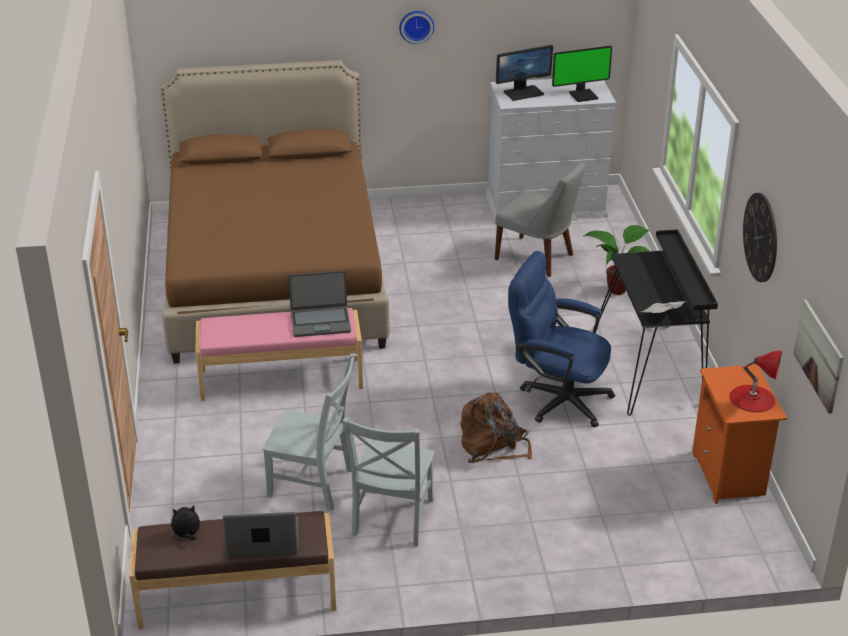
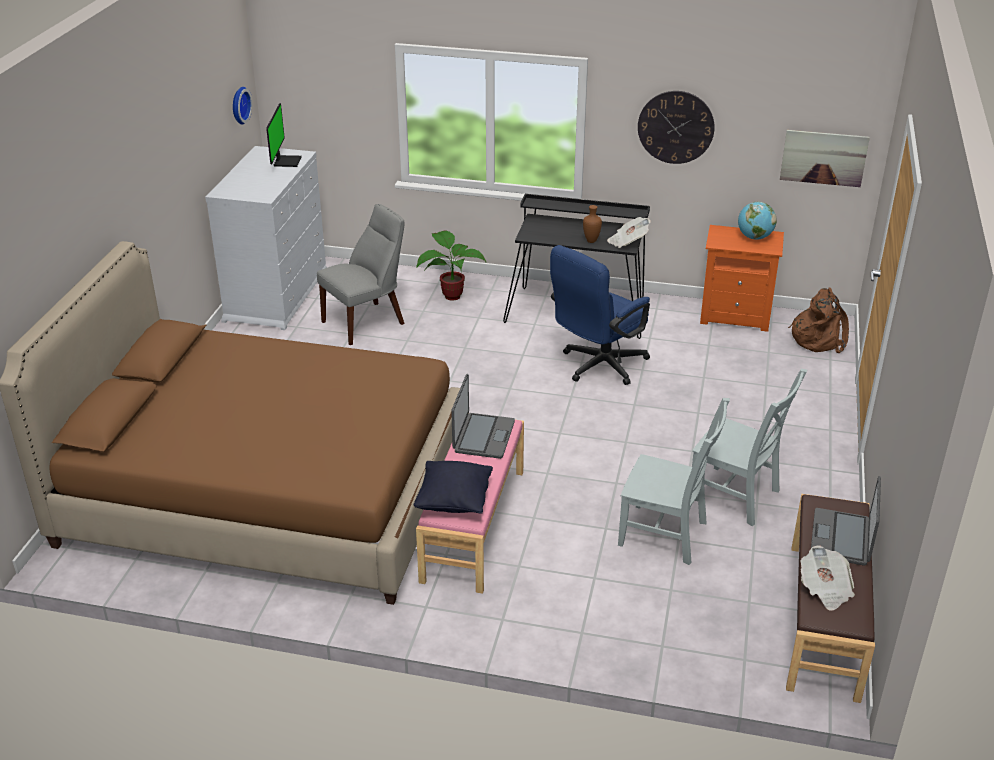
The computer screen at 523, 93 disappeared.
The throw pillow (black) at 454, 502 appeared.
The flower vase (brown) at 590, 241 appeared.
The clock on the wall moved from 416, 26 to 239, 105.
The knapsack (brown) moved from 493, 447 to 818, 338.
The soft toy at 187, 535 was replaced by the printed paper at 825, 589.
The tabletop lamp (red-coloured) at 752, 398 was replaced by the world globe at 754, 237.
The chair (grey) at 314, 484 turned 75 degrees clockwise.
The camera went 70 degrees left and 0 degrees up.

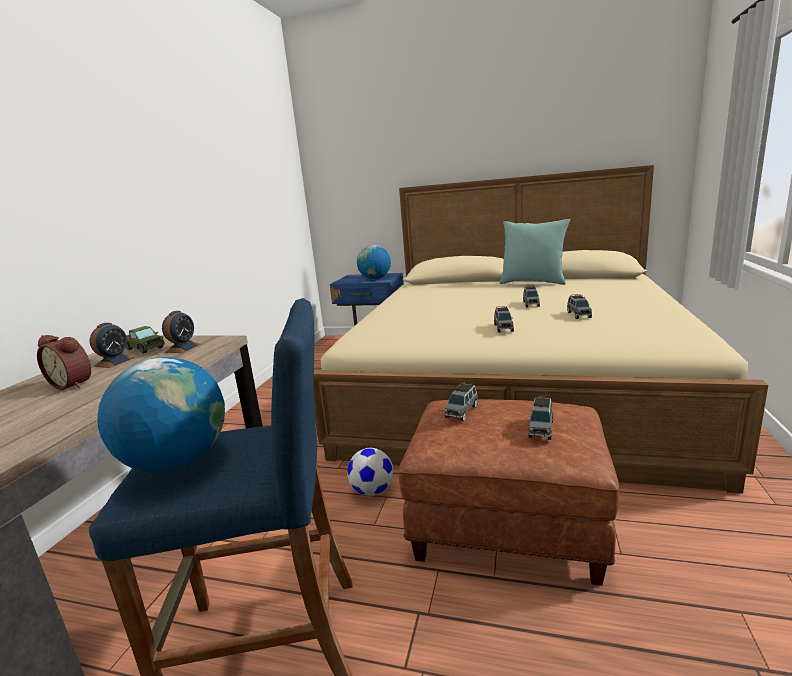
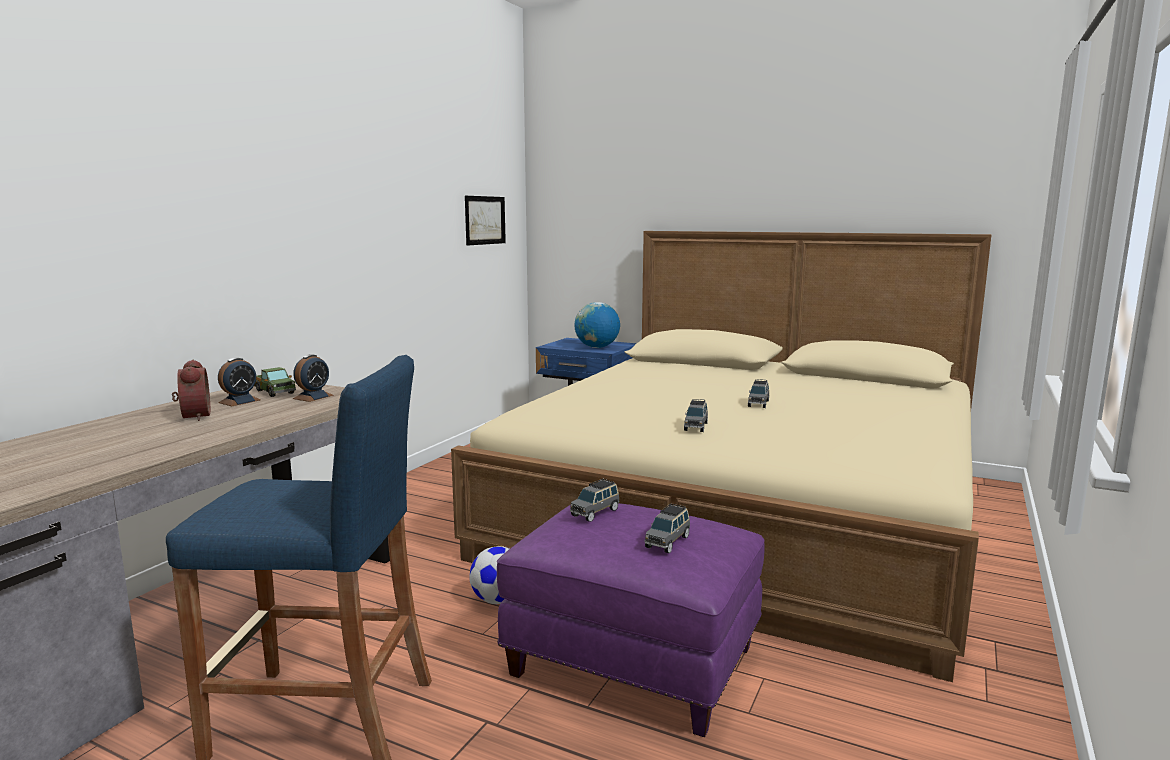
The world globe at 177, 462 disappeared.
The throw pillow (turquoise) at 533, 282 disappeared.
The model car (grey) at 578, 315 disappeared.
The wall picture at 485, 220 appeared.
The footrest (brown) at 508, 524 became the footrest (purple) at 635, 660.
The alarm clock at 74, 384 turned 150 degrees counterclockwise.
The camera went 10 degrees right and 5 degrees down.

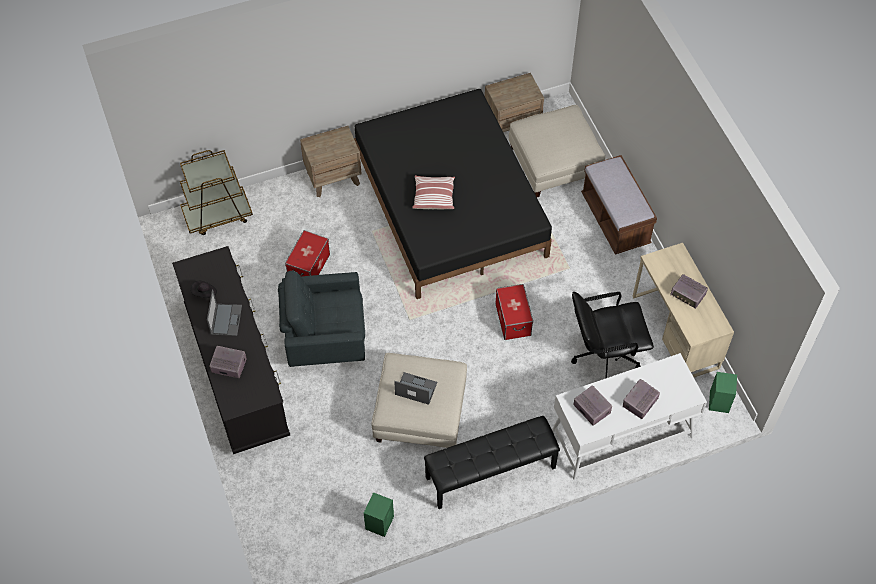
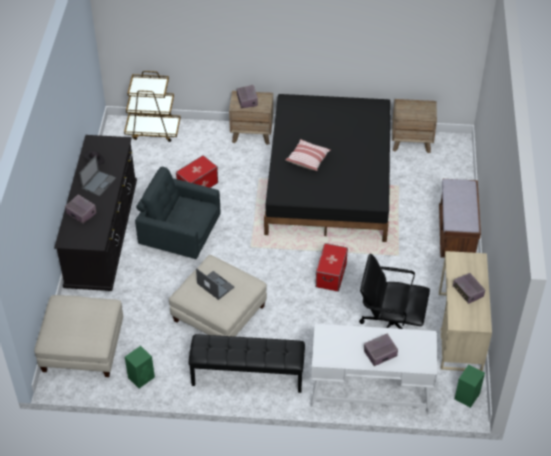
The footrest (sand-coloured) moved from 554, 162 to 83, 347.
The radio receiver moved from 591, 408 to 247, 100.
The camera went 25 degrees right and 10 degrees down.

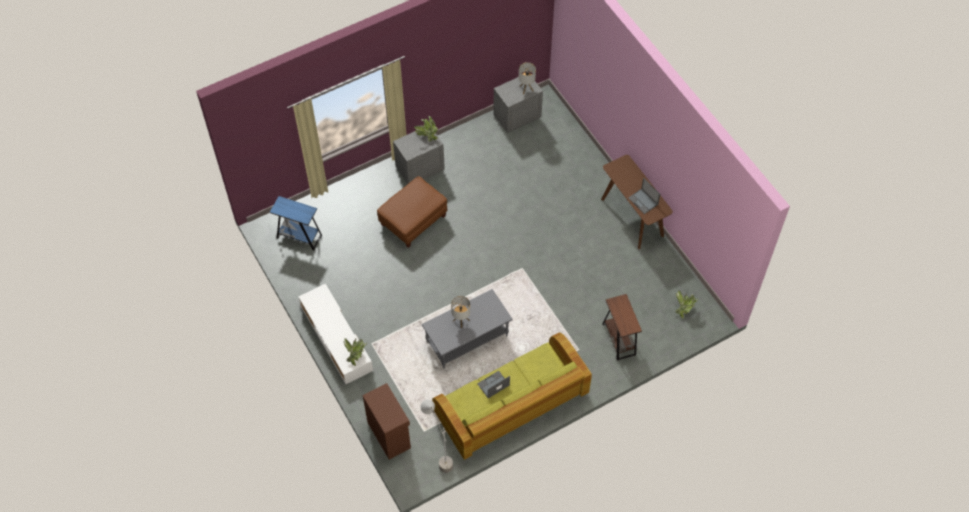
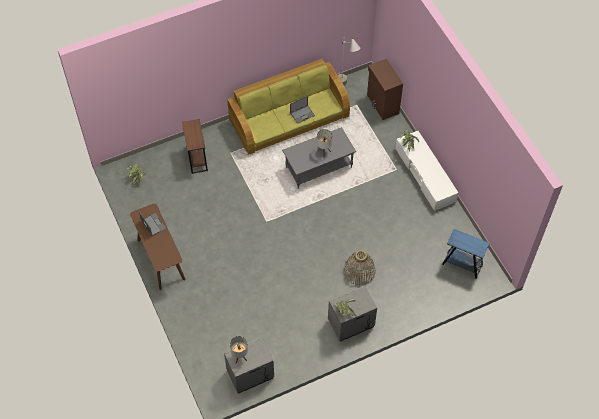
The footrest (brown) at 413, 221 was replaced by the basket at 359, 271.
The camera went 175 degrees left and 0 degrees up.

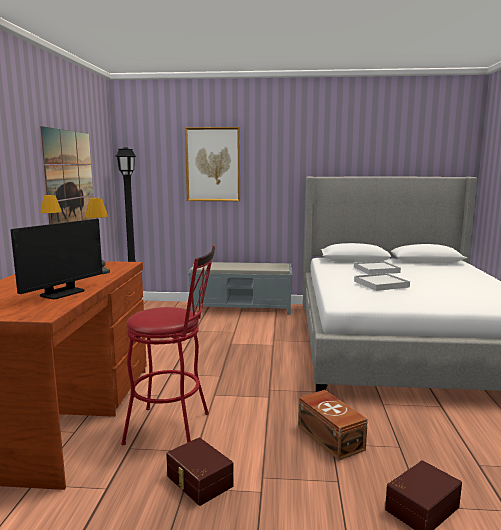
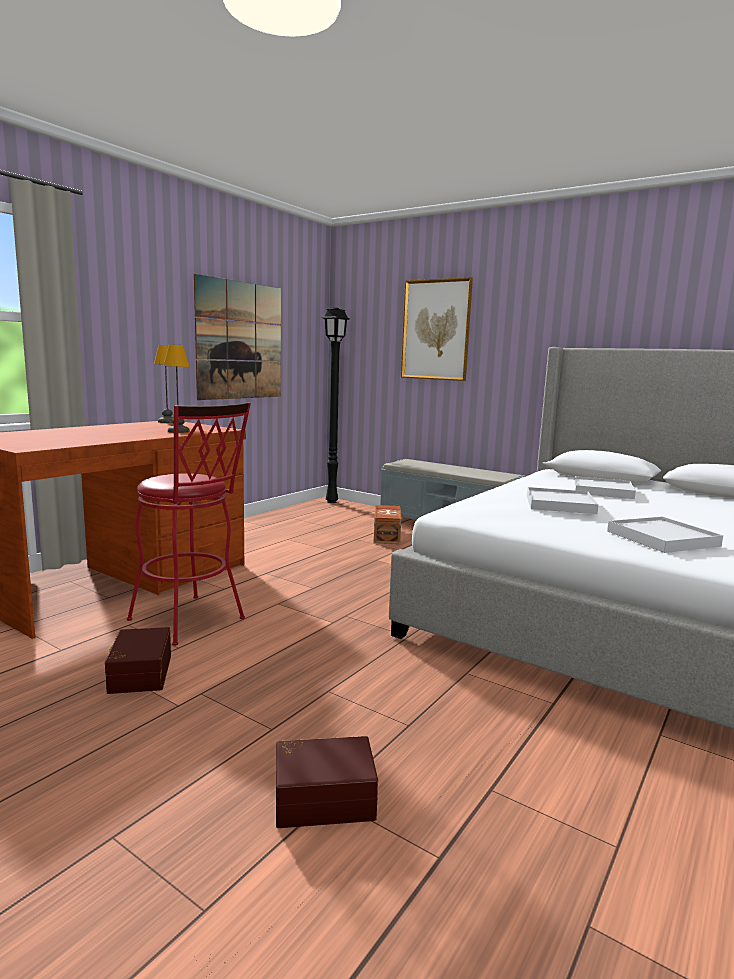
The computer screen at 62, 293 disappeared.
The serving tray (whitish) at 662, 538 appeared.
The storage container (brown) moved from 330, 436 to 387, 536.
The camera went 30 degrees right and 0 degrees up.

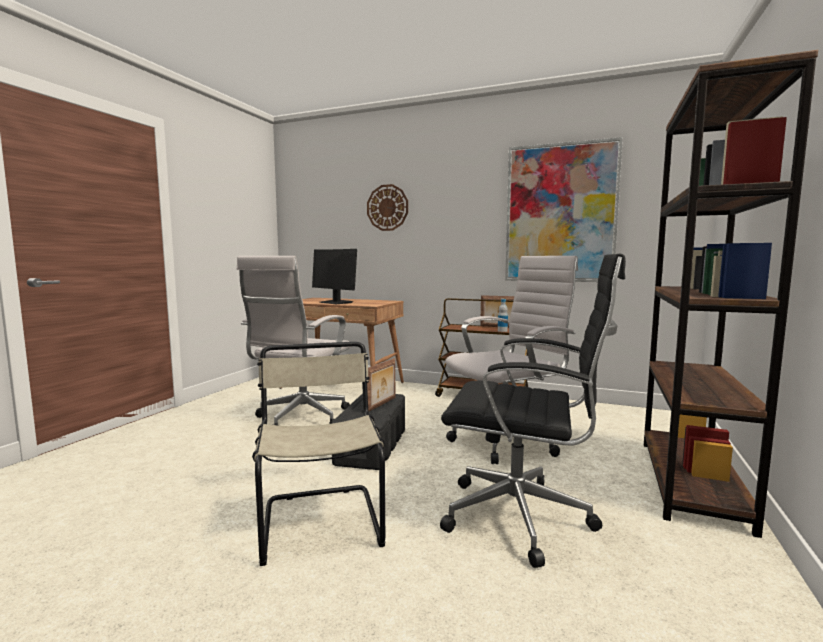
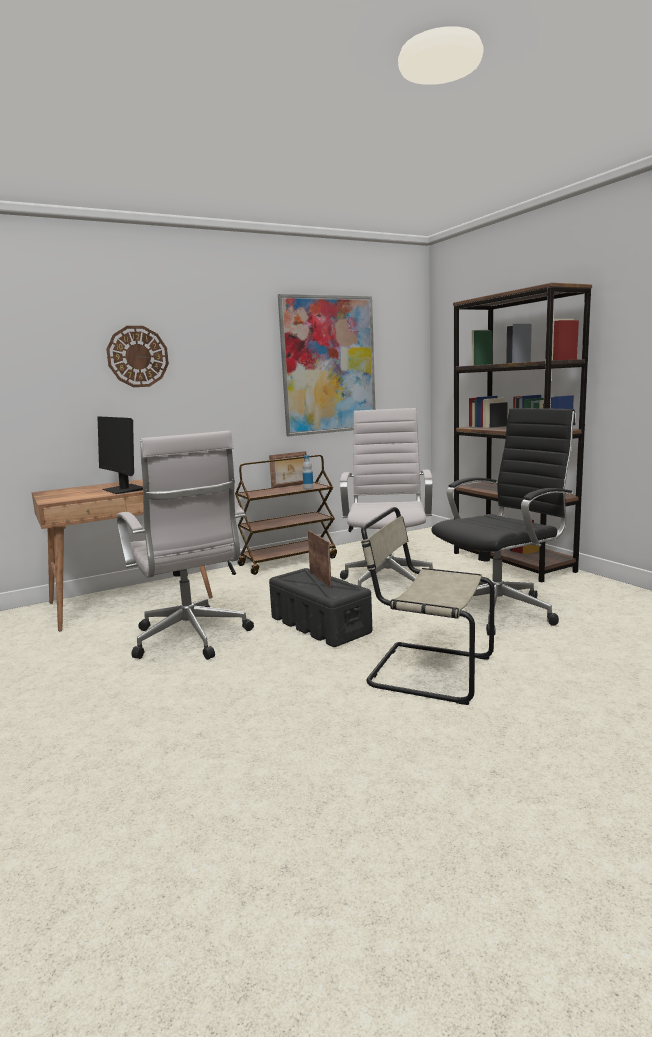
The computer screen at 336, 302 turned 60 degrees clockwise.
The camera went 50 degrees left and 5 degrees up.

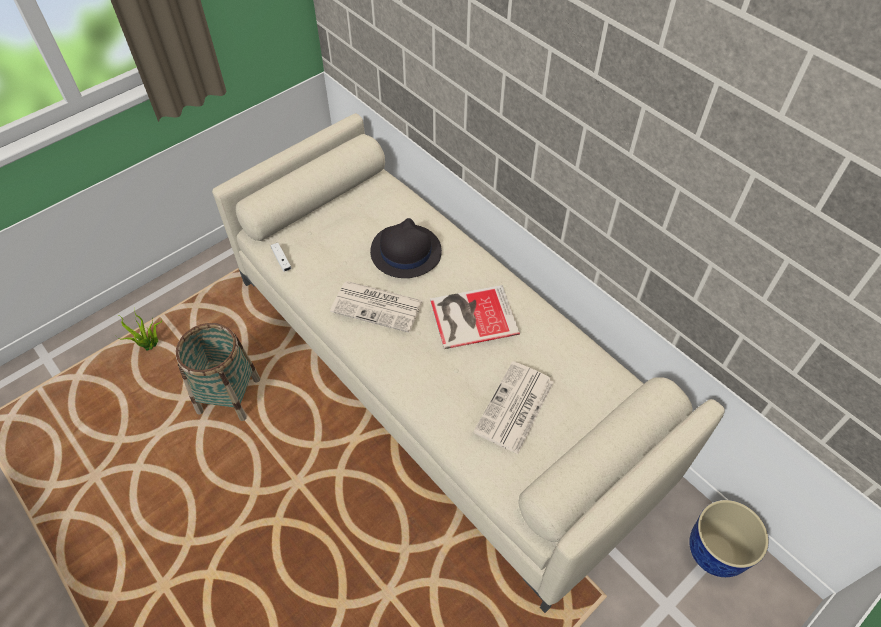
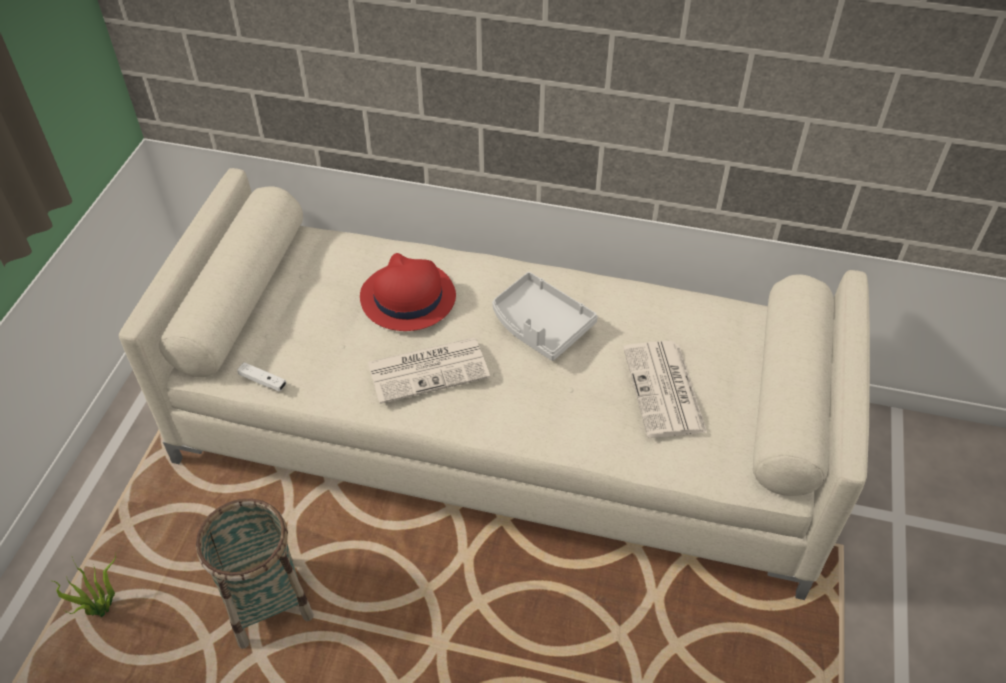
The planter at 715, 552 disappeared.
The bound book at 471, 316 was replaced by the serving tray (grey) at 540, 325.
The wearable hat (black) at 405, 252 became the wearable hat (red-coloured) at 407, 297.
The camera went 35 degrees left and 5 degrees down.

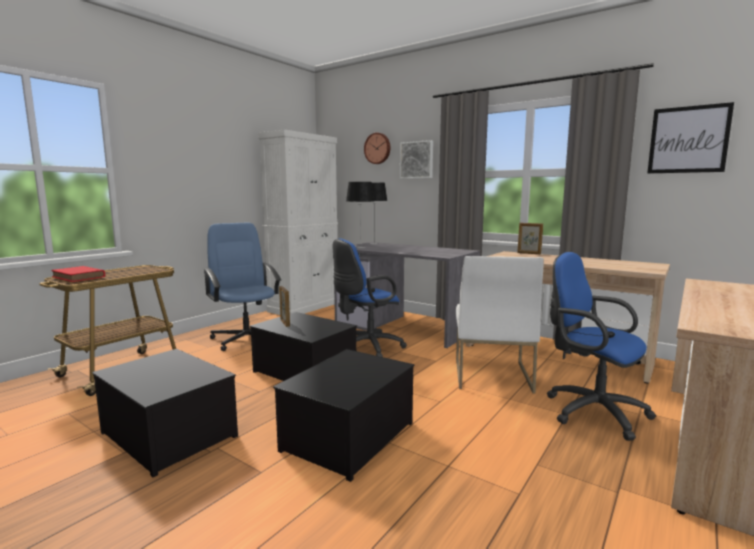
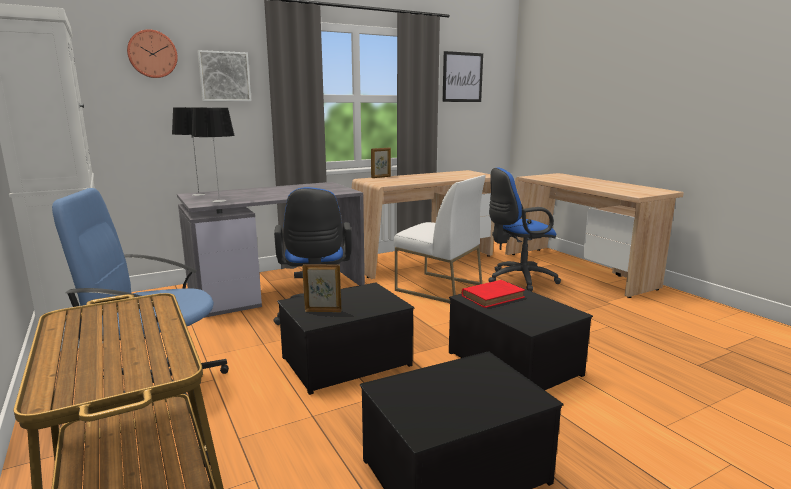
The bound book (red-coloured) moved from 79, 277 to 494, 296.
The camera went 65 degrees left and 5 degrees up.

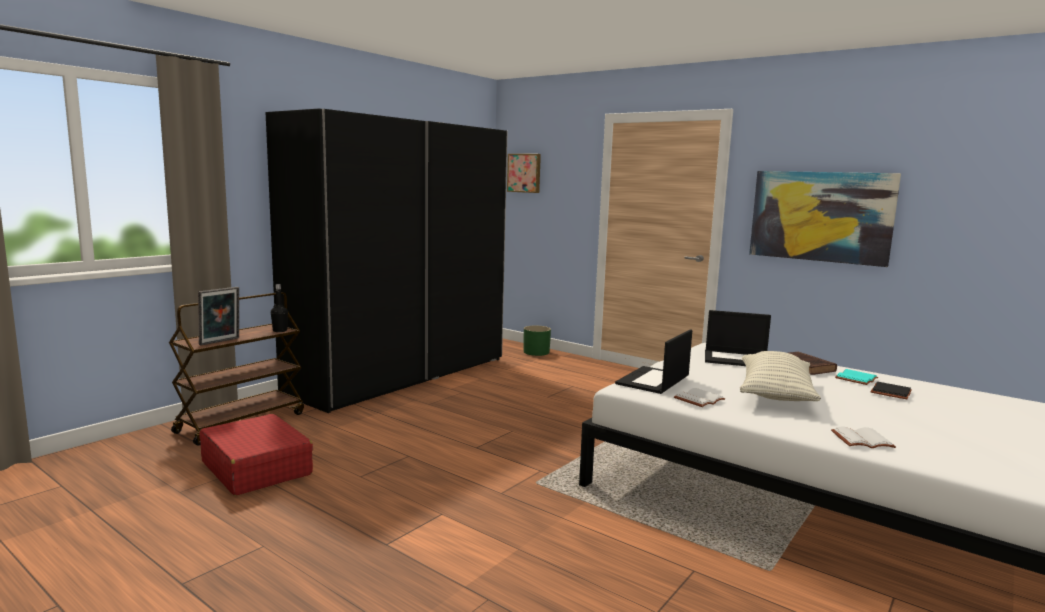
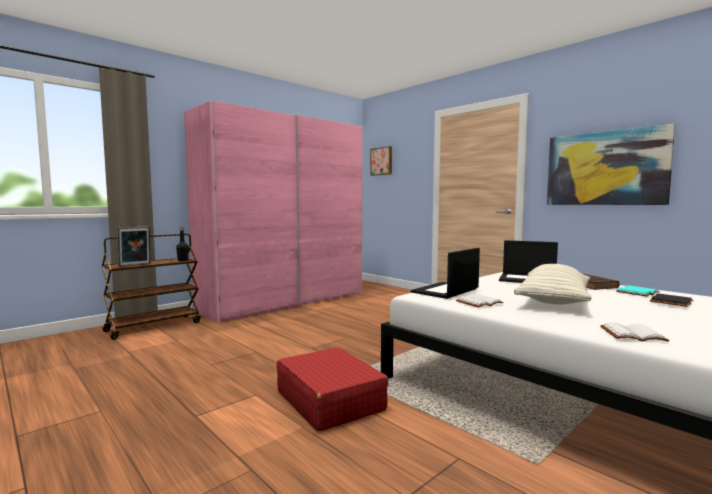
The planter (greenish) at 536, 352 disappeared.
The piece of luggage (red-coloured) moved from 256, 468 to 329, 400.
The clothes cupboard (black) at 400, 375 became the clothes cupboard (pink) at 284, 301.
The camera went 10 degrees right and 5 degrees down.

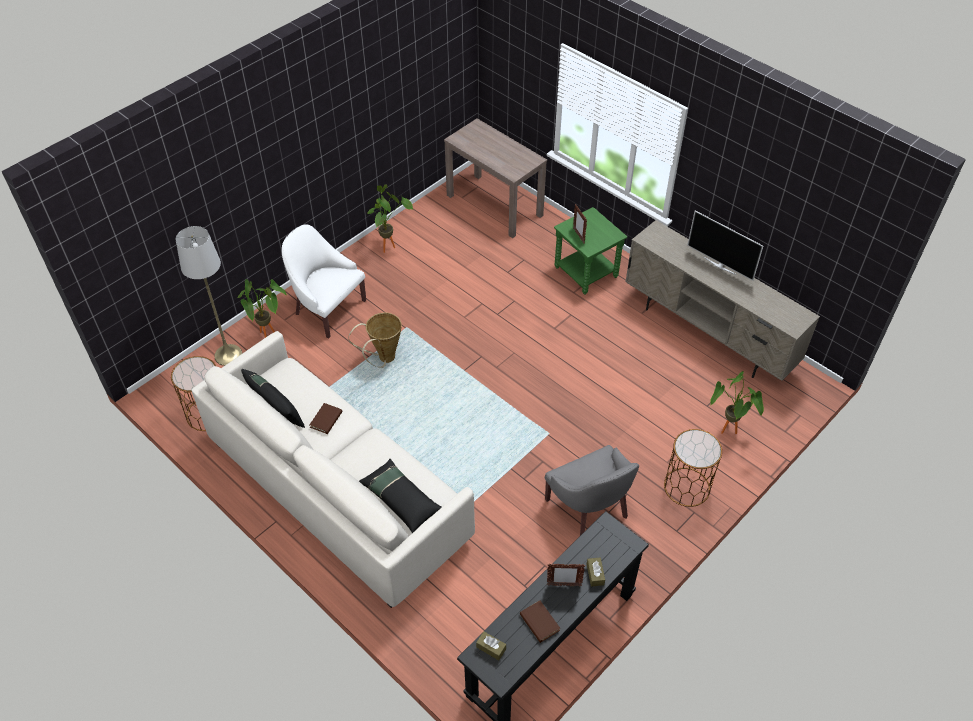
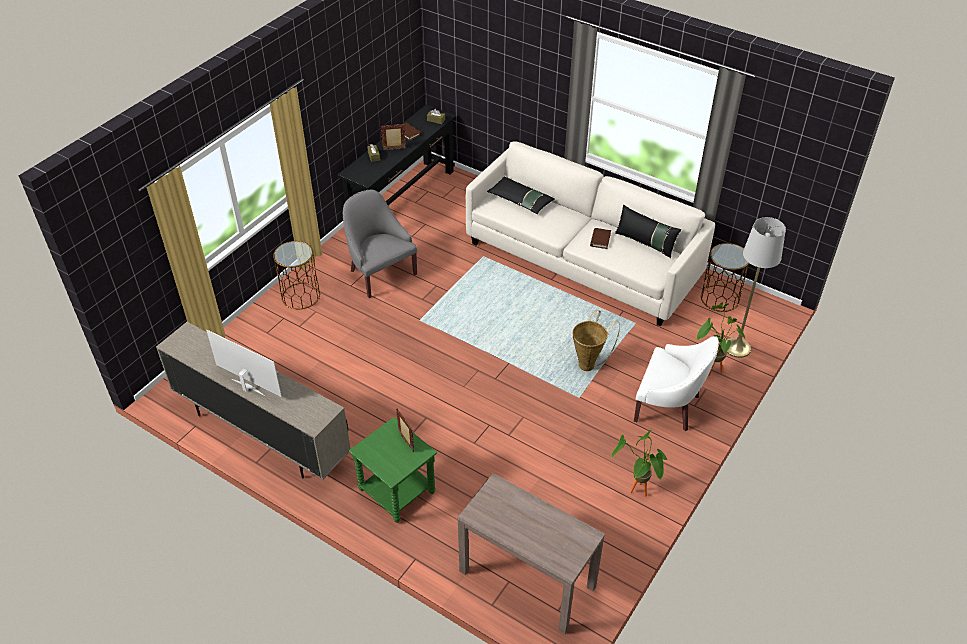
The houseplant at 728, 433 disappeared.
The camera went 170 degrees right and 5 degrees down.

